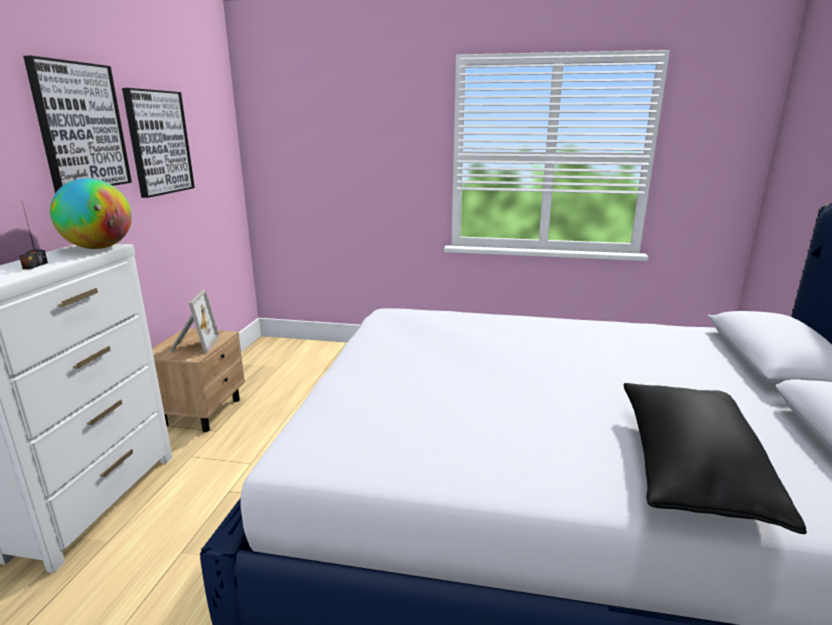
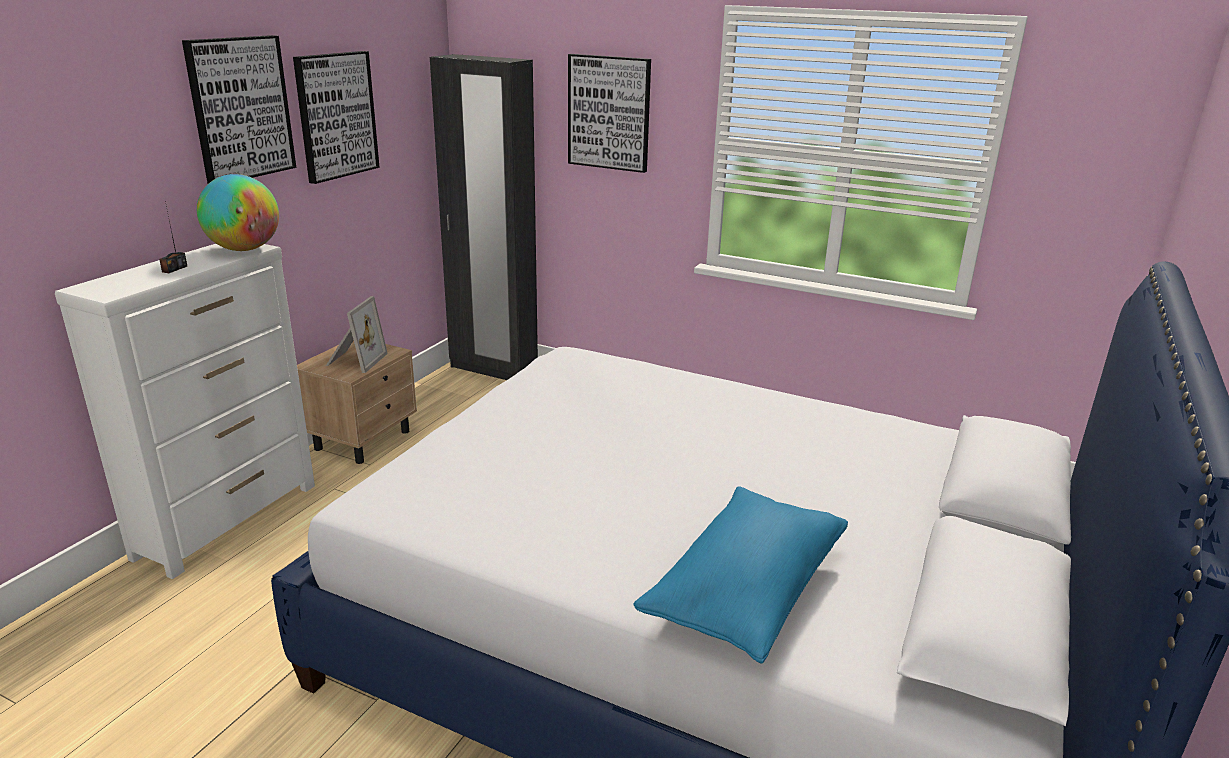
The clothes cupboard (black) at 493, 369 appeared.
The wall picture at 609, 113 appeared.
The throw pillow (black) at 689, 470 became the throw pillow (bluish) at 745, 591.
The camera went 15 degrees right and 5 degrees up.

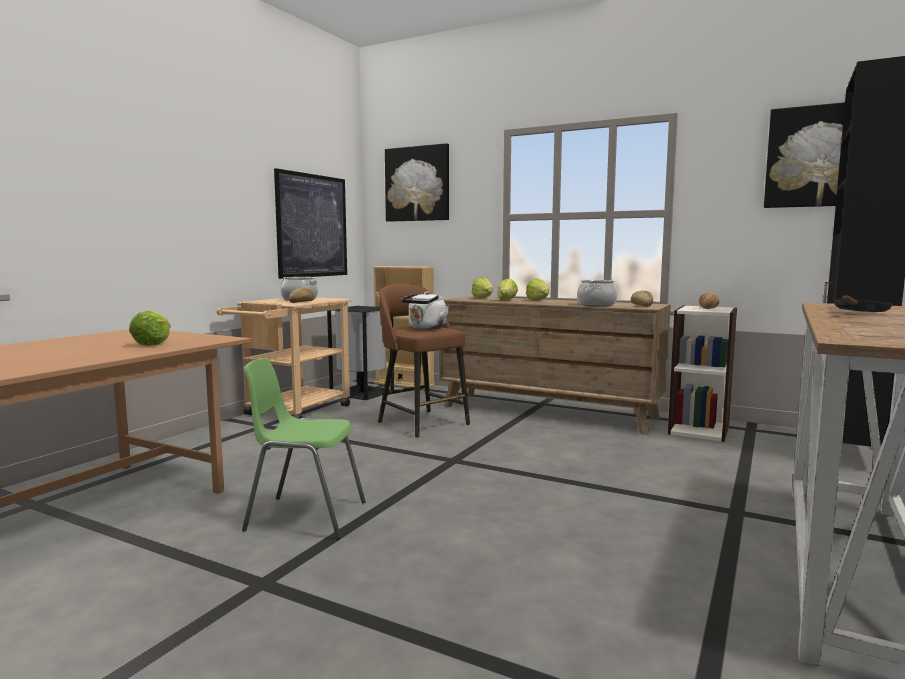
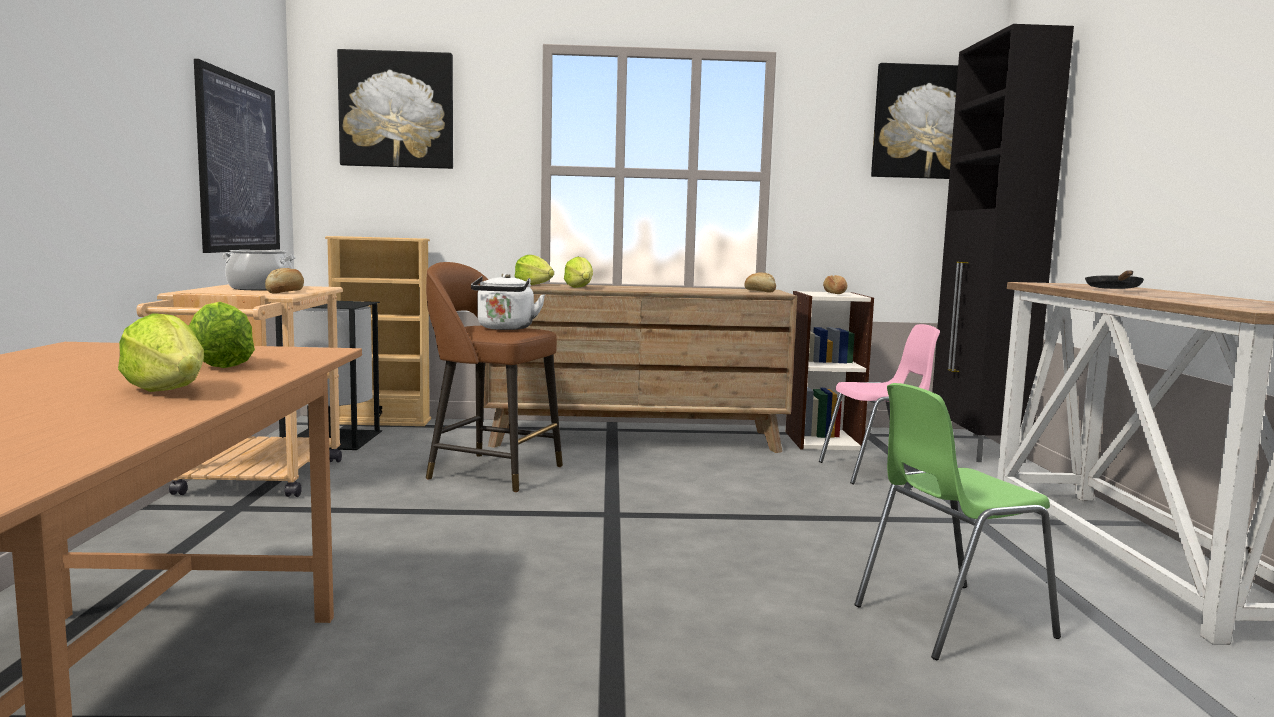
The saucepot at 597, 304 disappeared.
The chair (pink) at 878, 472 appeared.
The chair (greenish) moved from 305, 516 to 949, 621.
The head of lettuce moved from 538, 300 to 168, 391.
The camera went 30 degrees left and 0 degrees up.

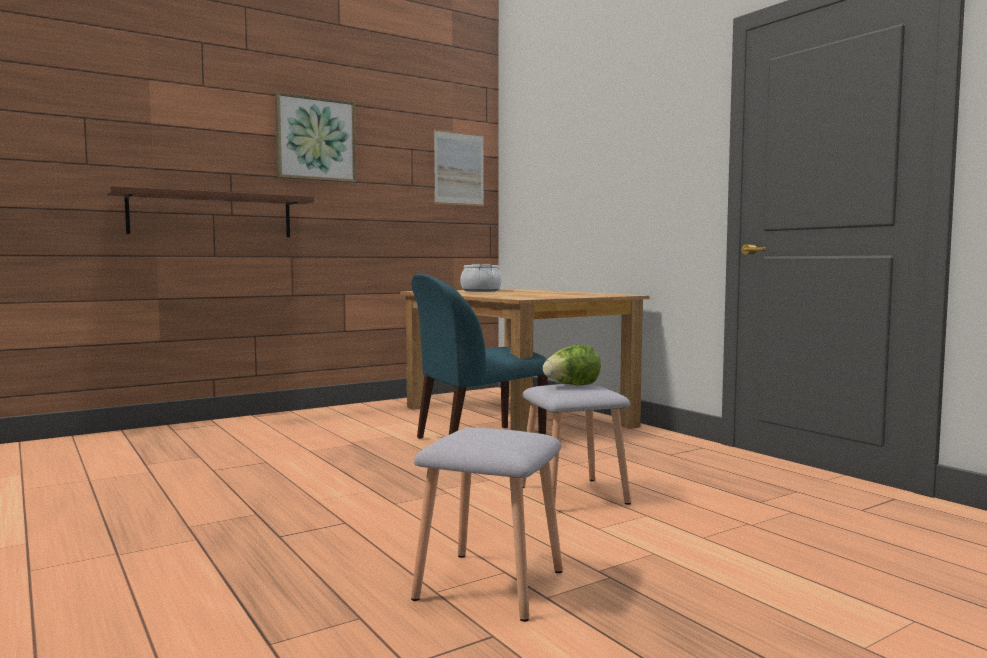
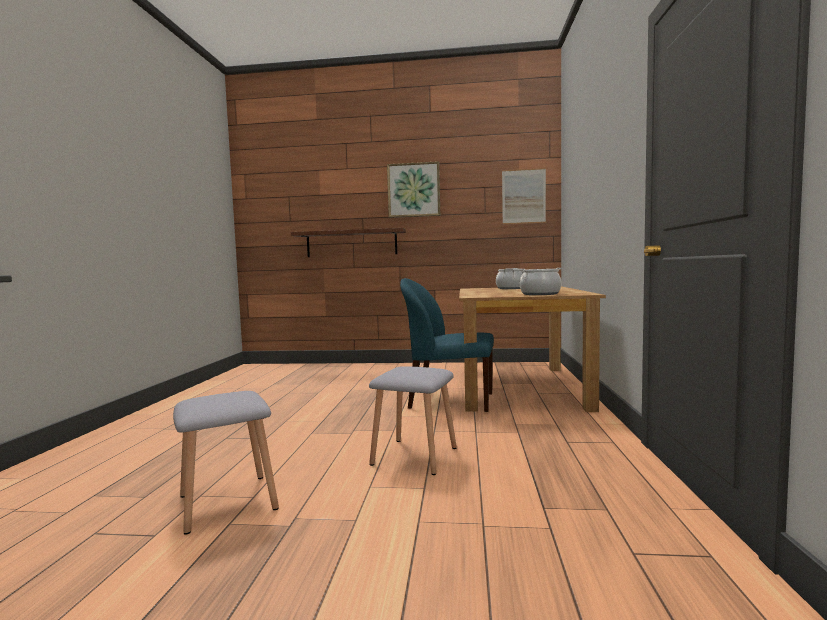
The head of lettuce at 572, 385 disappeared.
The saucepot at 540, 294 appeared.
The camera went 40 degrees right and 0 degrees up.

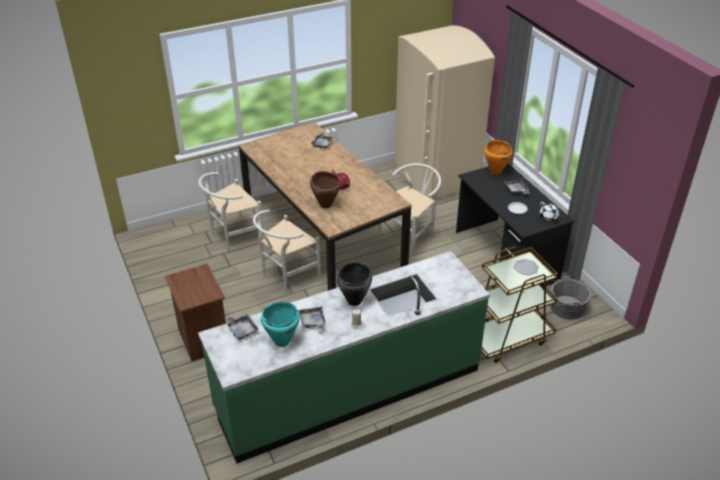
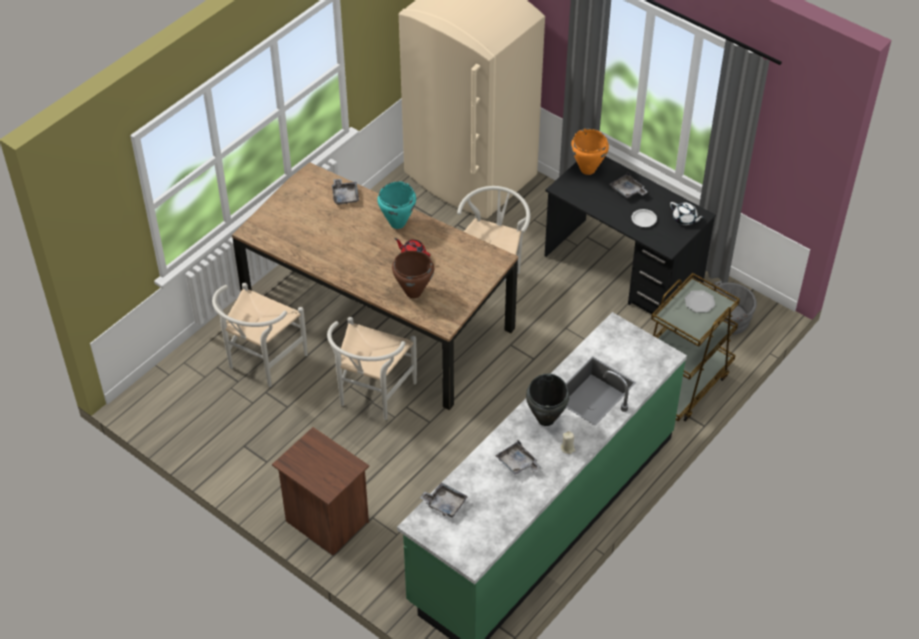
The saucepot (turquoise) moved from 281, 341 to 397, 223.
The camera went 25 degrees left and 10 degrees up.

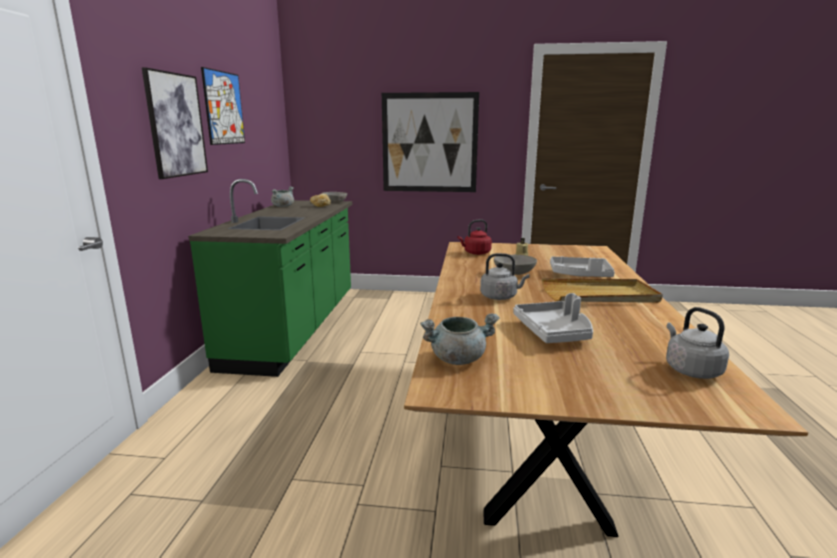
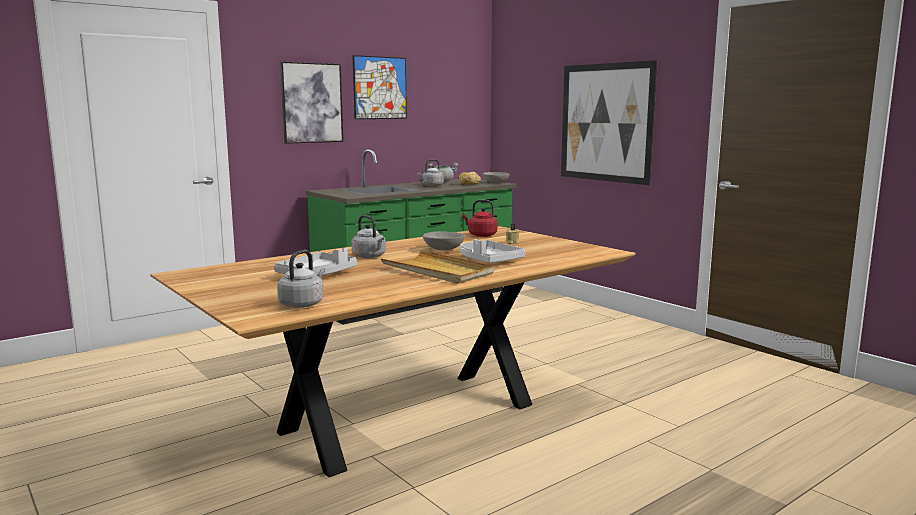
The saucepot (grey) at 458, 358 disappeared.
The tea kettle (grey) at 431, 185 appeared.
The camera went 45 degrees right and 5 degrees down.

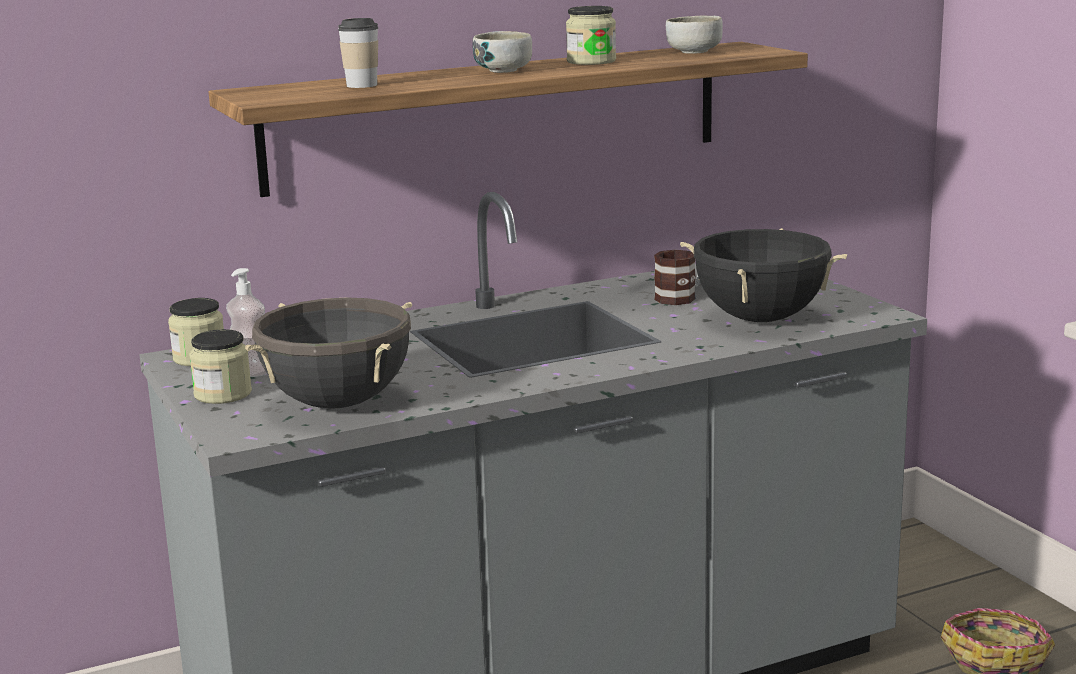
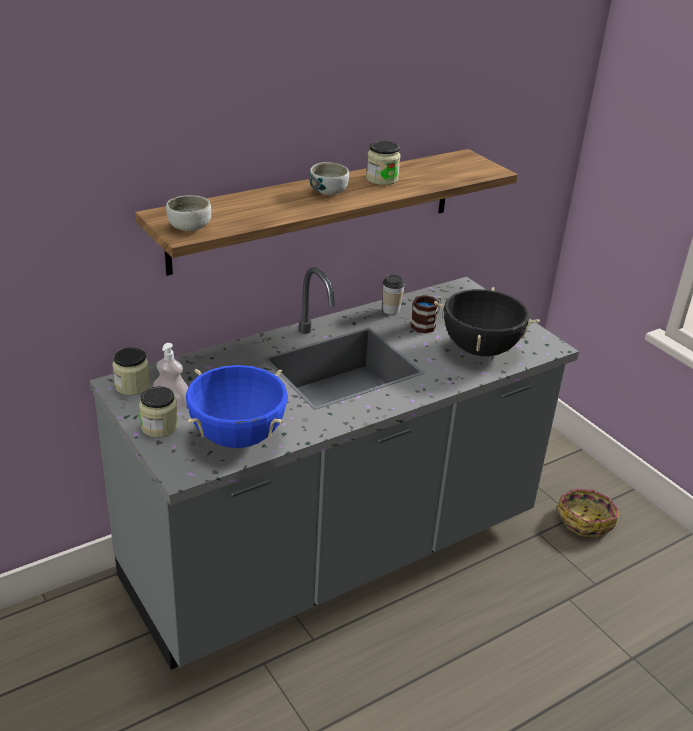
The small cup moved from 362, 85 to 391, 310.
The serving bowl moved from 693, 52 to 189, 227.
The saucepot (black) at 338, 403 became the saucepot (bluish) at 238, 437.
The camera went 10 degrees left and 15 degrees up.

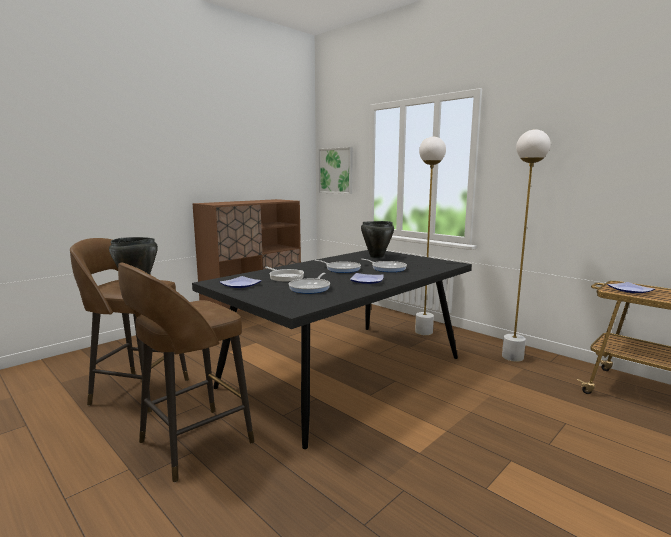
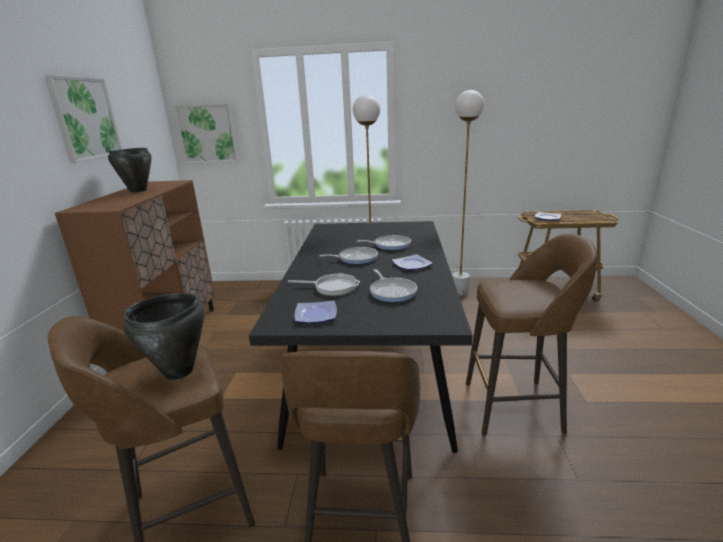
The wall picture at 85, 119 appeared.
The stool (brown) at 515, 407 appeared.
The saucepot (black) moved from 376, 256 to 137, 190.
The camera went 40 degrees left and 10 degrees up.

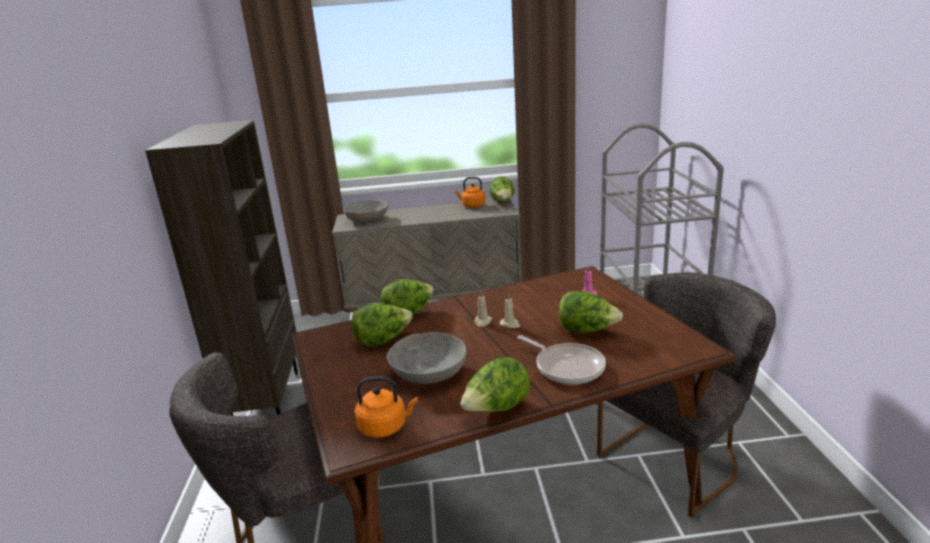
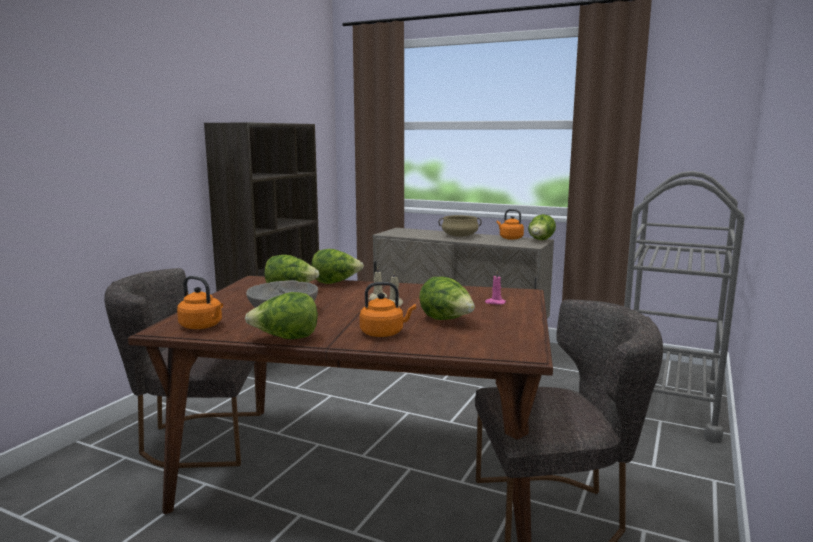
The serving bowl (grey) at 368, 220 disappeared.
The saucepot (sand-coloured) at 460, 236 appeared.
The frying pan at 566, 367 was replaced by the tea kettle (orange-coloured) at 384, 333.
The camera went 30 degrees right and 10 degrees down.

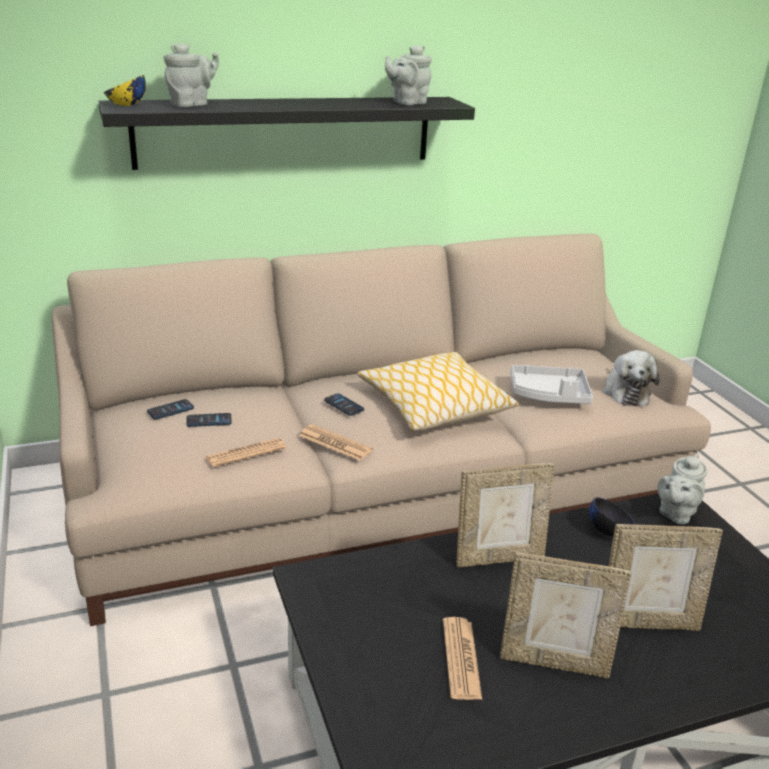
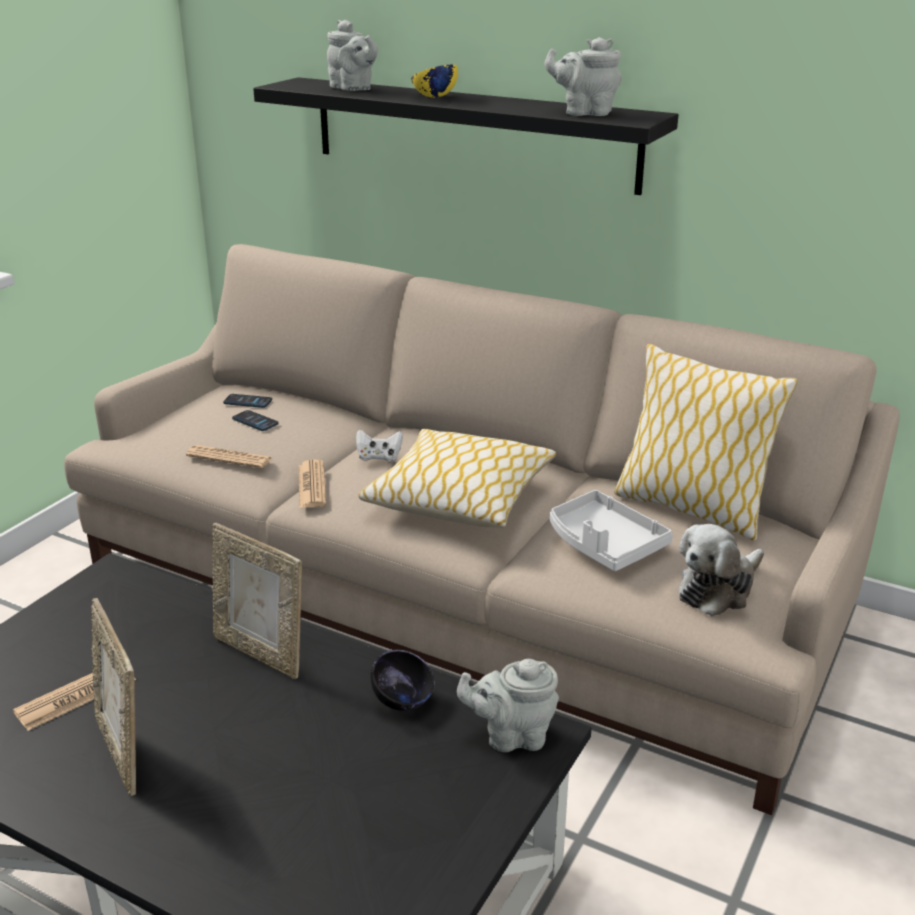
The standing frame at 648, 622 disappeared.
The throw pillow at 691, 508 appeared.
The serving bowl (yellow-coloured) moved from 126, 105 to 435, 97.
The phone at 344, 405 was replaced by the game controller (whitish) at 379, 457.
The pot for tea (grey) at 192, 104 turned 45 degrees clockwise.
The camera went 50 degrees right and 0 degrees up.

